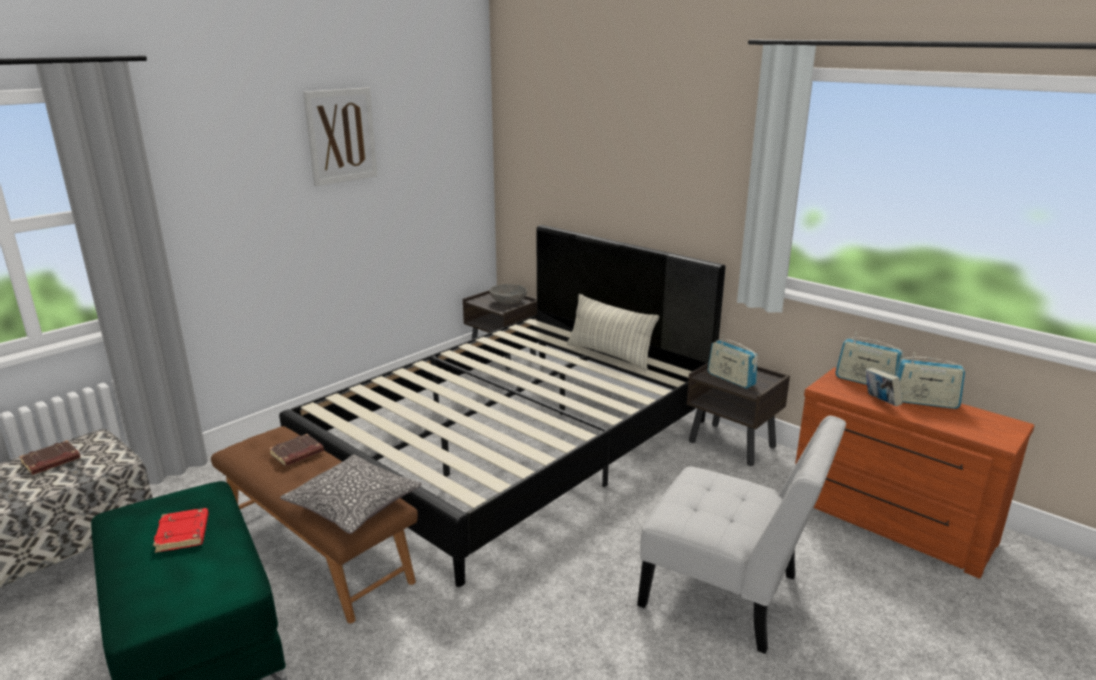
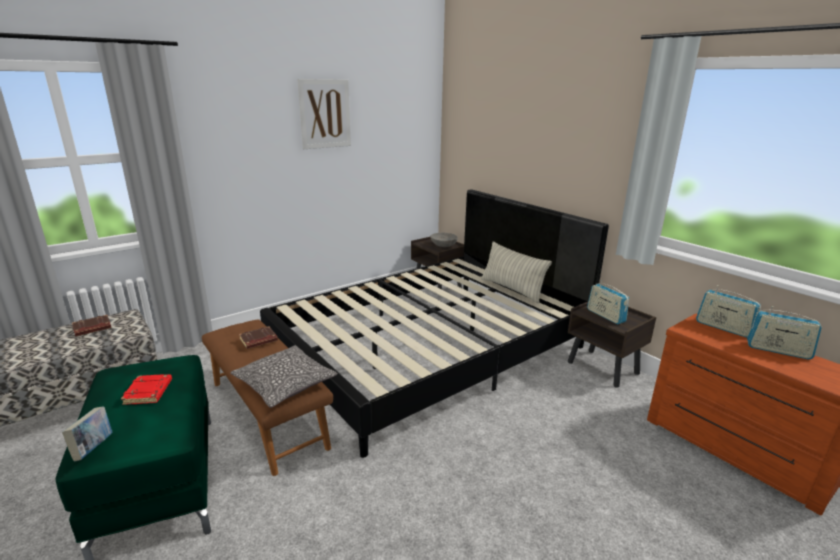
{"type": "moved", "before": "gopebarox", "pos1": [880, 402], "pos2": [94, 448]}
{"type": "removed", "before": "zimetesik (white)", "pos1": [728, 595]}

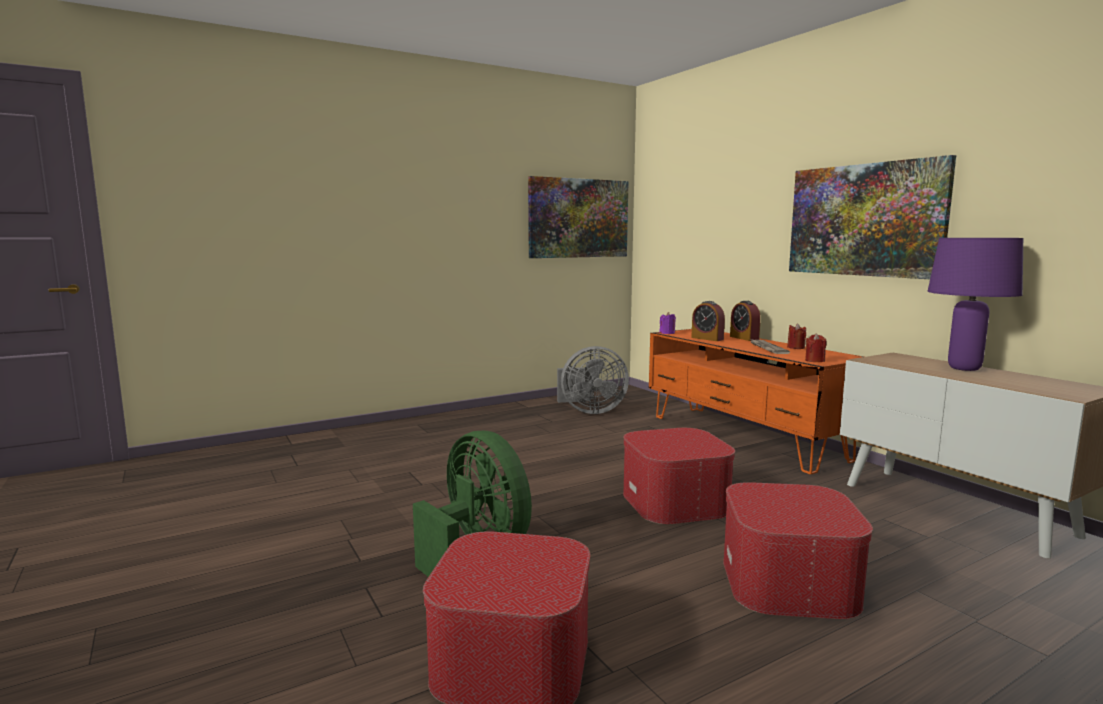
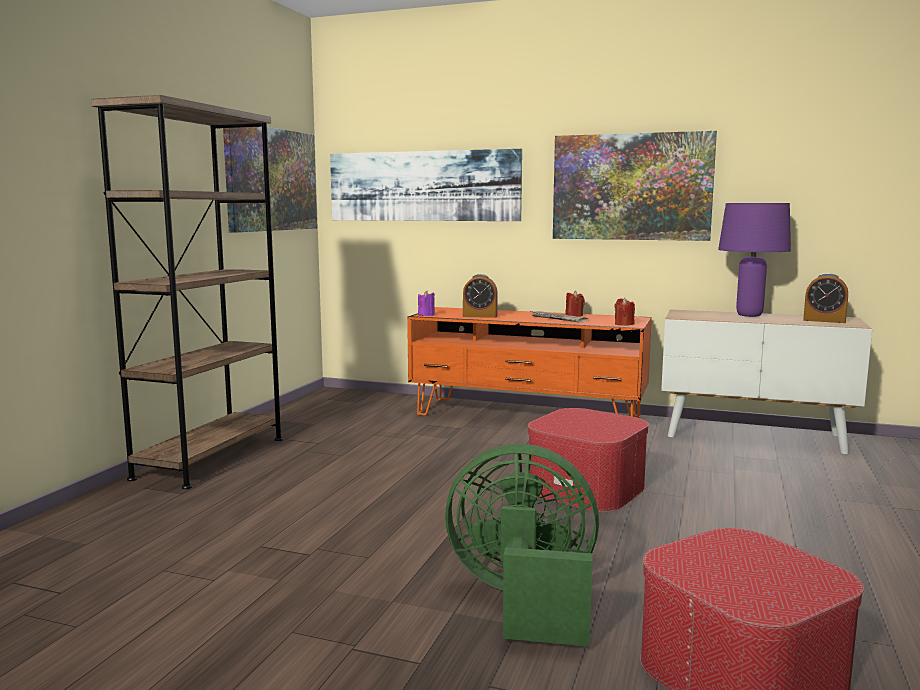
{"type": "added", "after": "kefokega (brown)", "pos2": [211, 458]}
{"type": "added", "after": "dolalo", "pos2": [423, 186]}
{"type": "moved", "before": "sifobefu", "pos1": [744, 338], "pos2": [824, 320]}
{"type": "removed", "before": "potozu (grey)", "pos1": [590, 411]}
{"type": "removed", "before": "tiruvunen", "pos1": [789, 582]}

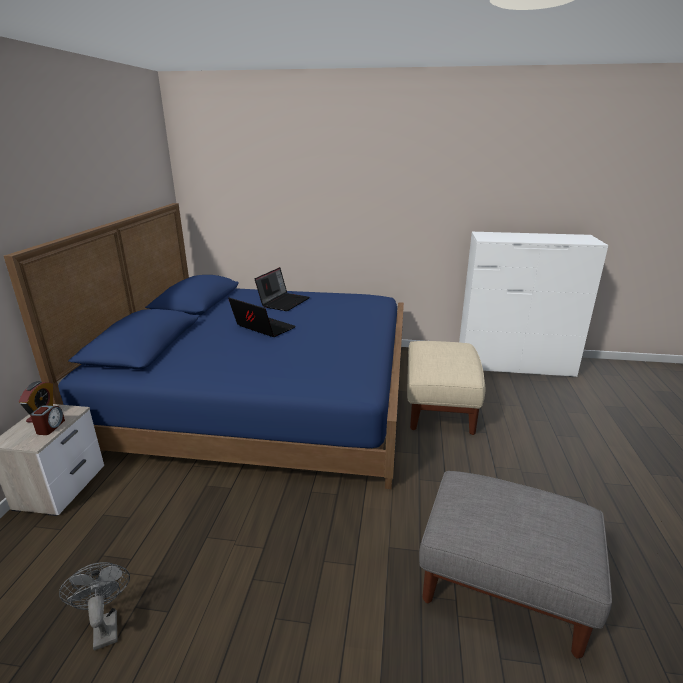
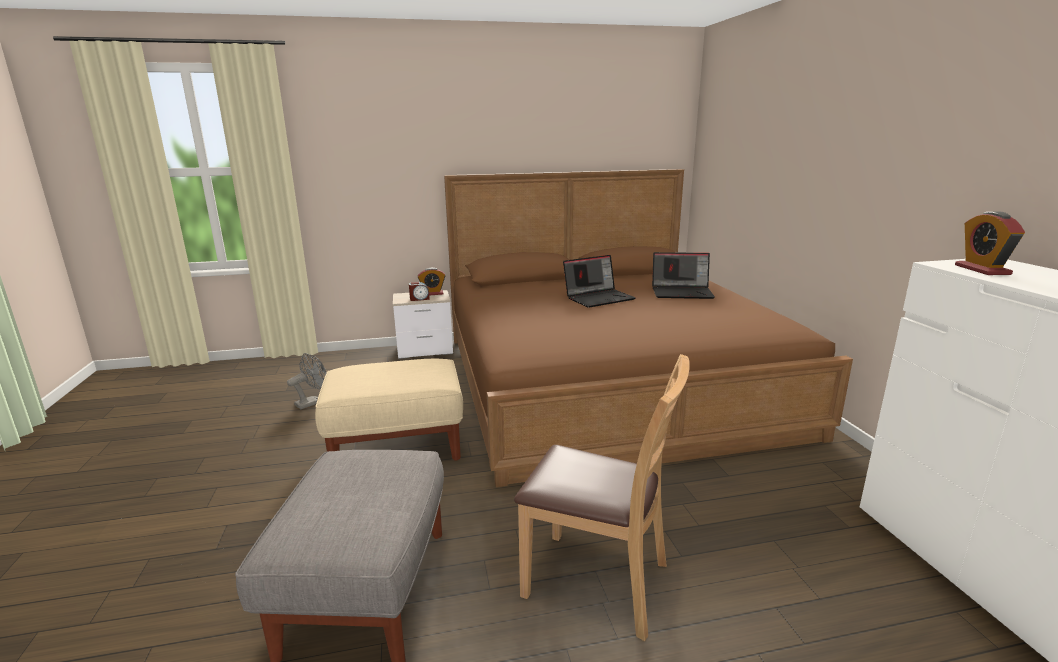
{"type": "moved", "before": "tiruvunen (beige)", "pos1": [439, 407], "pos2": [398, 446]}
{"type": "recoloured", "before": "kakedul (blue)", "after": "kakedul (brown)", "pos1": [264, 395], "pos2": [606, 381]}
{"type": "added", "after": "zimetesik (brown)", "pos2": [597, 581]}
{"type": "turned", "before": "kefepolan", "pos1": [262, 328], "pos2": [599, 298], "turn": 45}
{"type": "added", "after": "sifobefu", "pos2": [982, 270]}

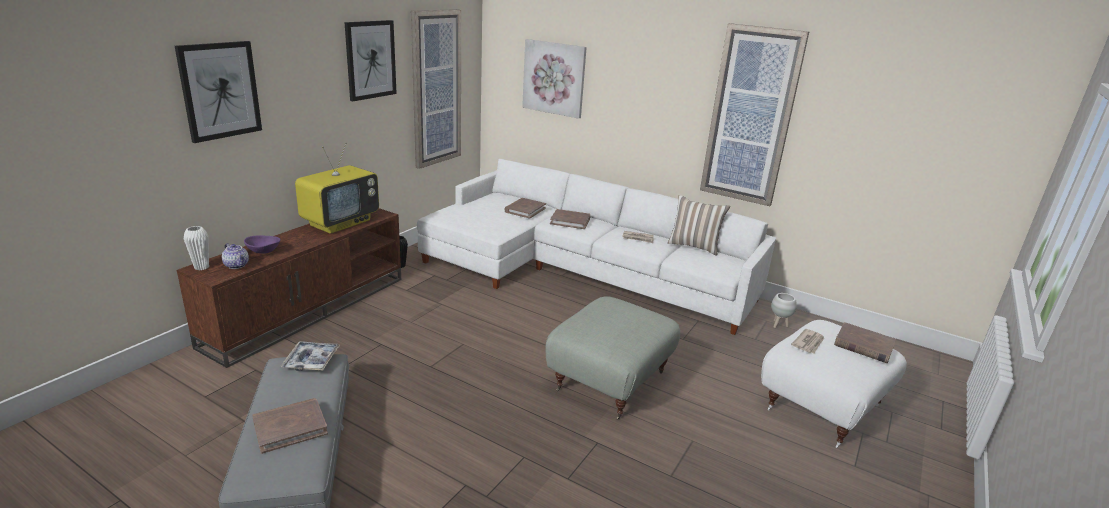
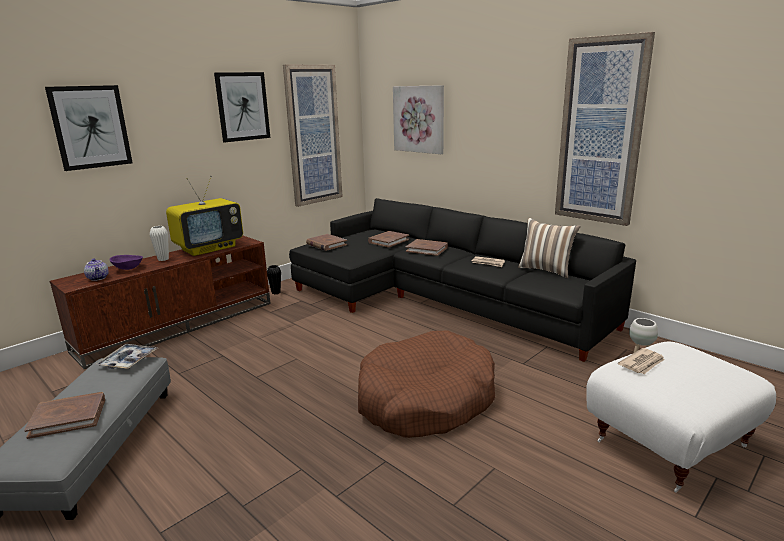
{"type": "moved", "before": "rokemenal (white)", "pos1": [201, 267], "pos2": [163, 259]}
{"type": "recoloured", "before": "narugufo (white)", "after": "narugufo (black)", "pos1": [577, 270], "pos2": [438, 298]}
{"type": "moved", "before": "gopebarox (brown)", "pos1": [863, 345], "pos2": [326, 244]}
{"type": "replaced", "before": "tiruvunen (grey)", "after": "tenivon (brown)", "pos1": [609, 380], "pos2": [425, 399]}

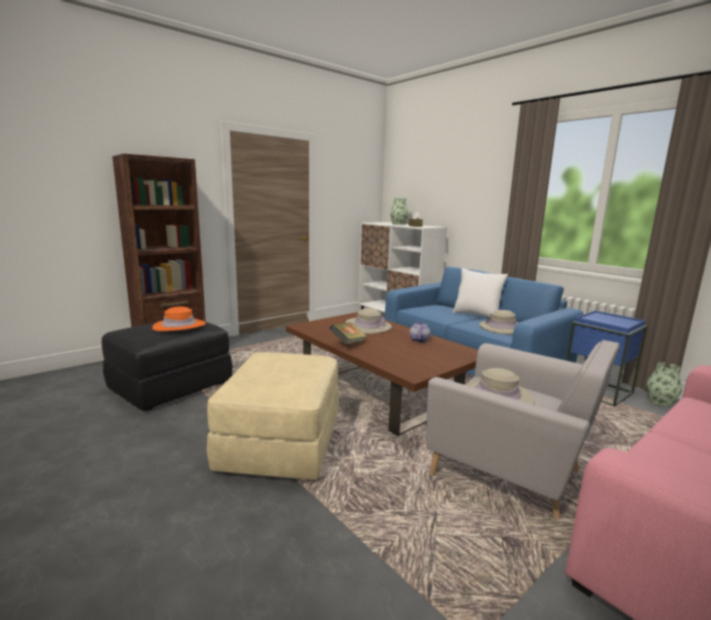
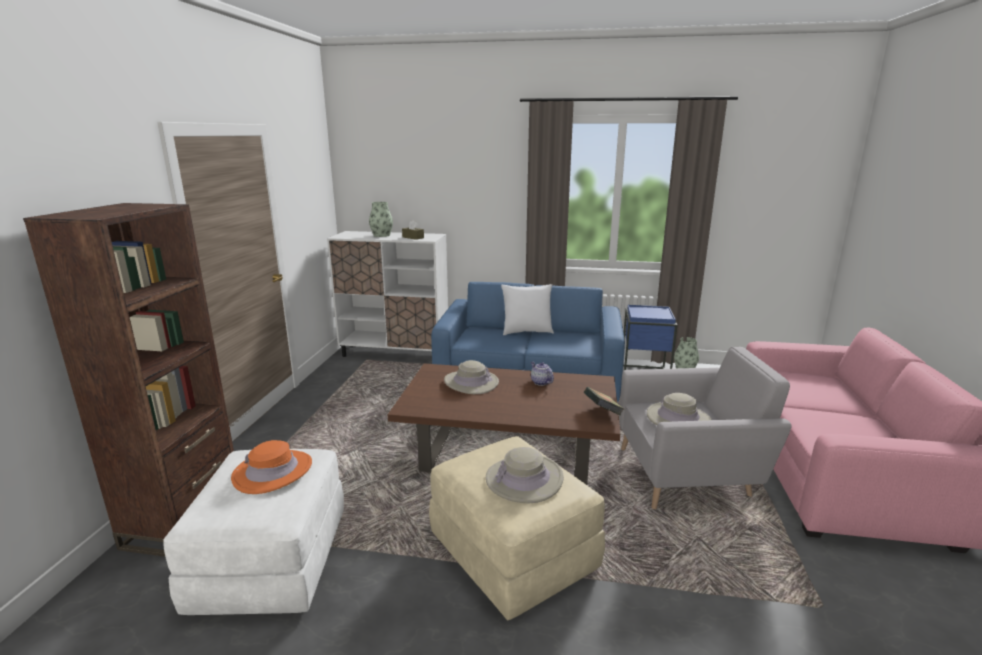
{"type": "recoloured", "before": "tiruvunen (black)", "after": "tiruvunen (white)", "pos1": [171, 386], "pos2": [271, 560]}
{"type": "moved", "before": "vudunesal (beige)", "pos1": [502, 328], "pos2": [524, 479]}
{"type": "moved", "before": "gopebarox", "pos1": [348, 344], "pos2": [602, 412]}

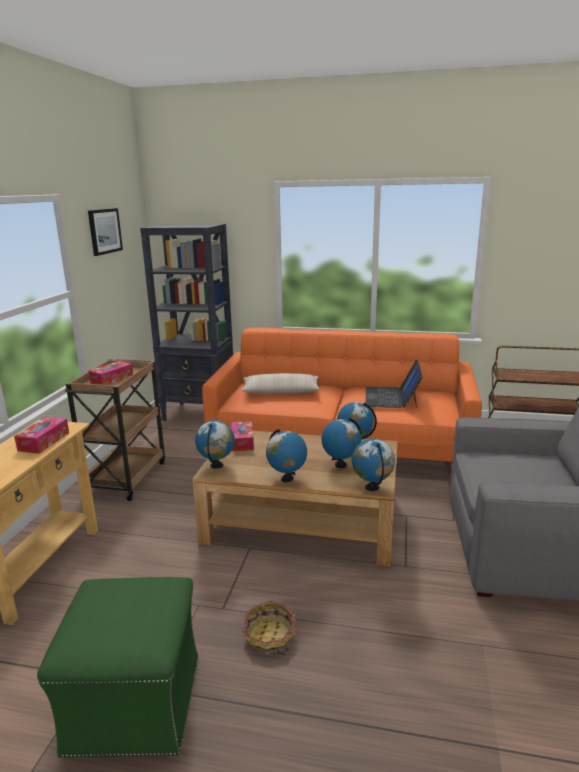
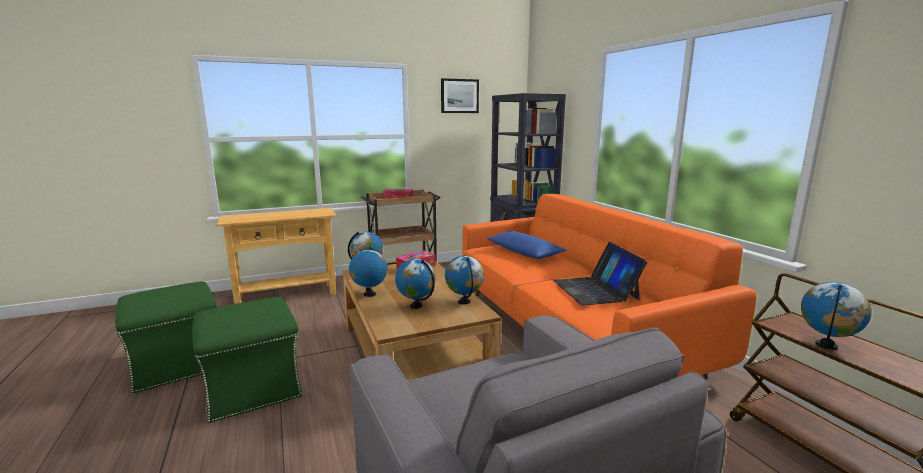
{"type": "replaced", "before": "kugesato", "after": "tiruvunen (green)", "pos1": [269, 636], "pos2": [254, 388]}
{"type": "recoloured", "before": "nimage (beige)", "after": "nimage (blue)", "pos1": [280, 391], "pos2": [524, 252]}
{"type": "turned", "before": "kefepolan", "pos1": [391, 397], "pos2": [595, 290], "turn": -75}
{"type": "moved", "before": "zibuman", "pos1": [372, 488], "pos2": [826, 345]}
{"type": "removed", "before": "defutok", "pos1": [44, 441]}

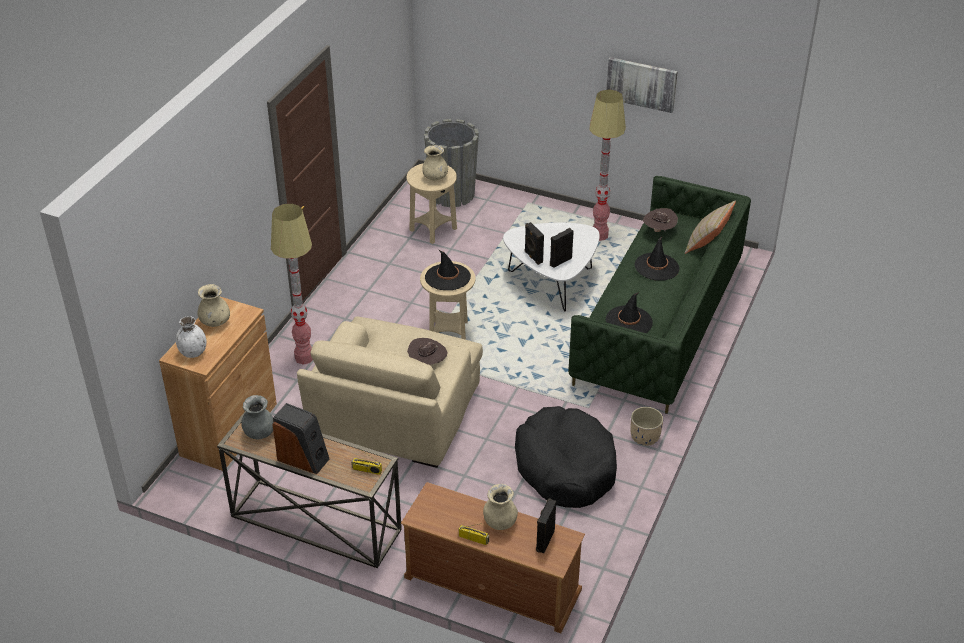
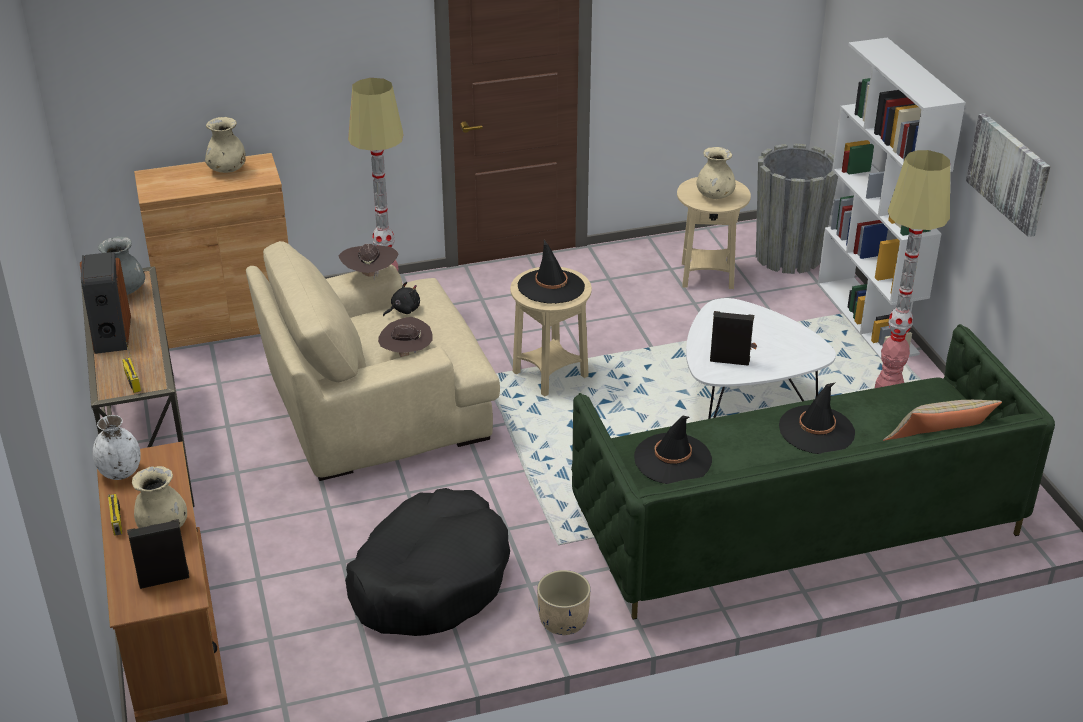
{"type": "moved", "before": "rokemenal (white)", "pos1": [193, 353], "pos2": [120, 472]}
{"type": "moved", "before": "vudunesal (brown)", "pos1": [658, 231], "pos2": [370, 276]}
{"type": "added", "after": "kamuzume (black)", "pos2": [403, 310]}
{"type": "added", "after": "kefokega (white)", "pos2": [867, 318]}
{"type": "removed", "before": "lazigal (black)", "pos1": [533, 257]}

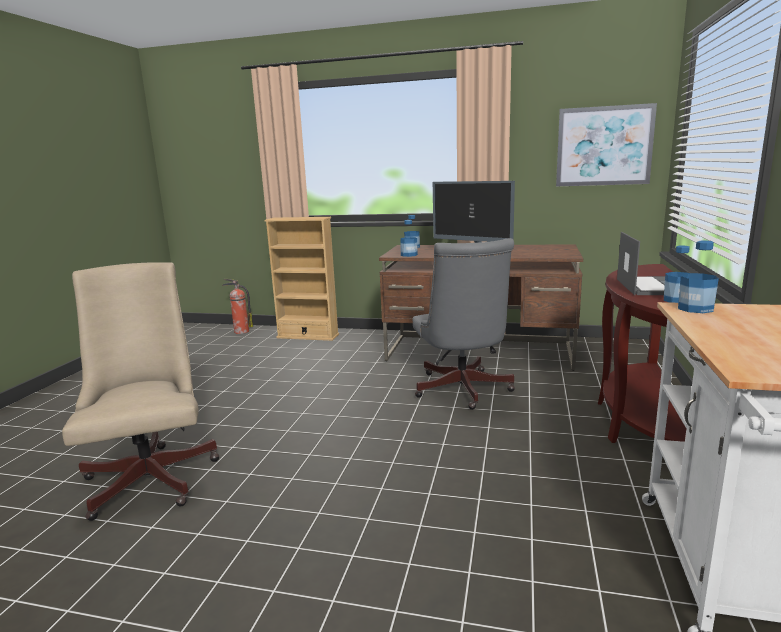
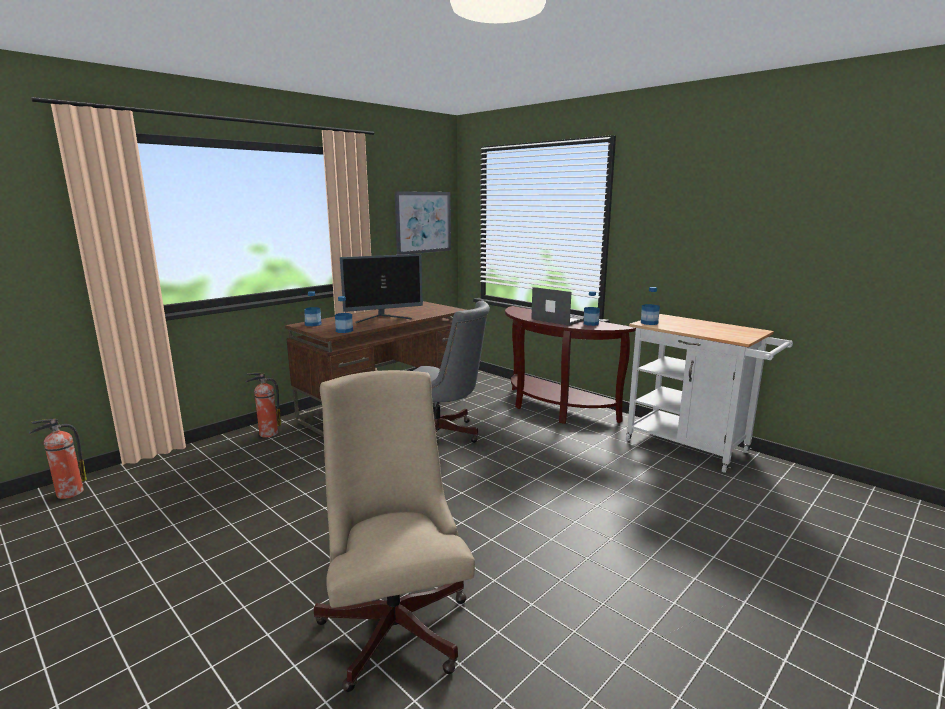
{"type": "added", "after": "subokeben", "pos2": [267, 434]}
{"type": "turned", "before": "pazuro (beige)", "pos1": [153, 474], "pos2": [395, 620], "turn": 60}
{"type": "removed", "before": "kefokega (beige)", "pos1": [308, 336]}

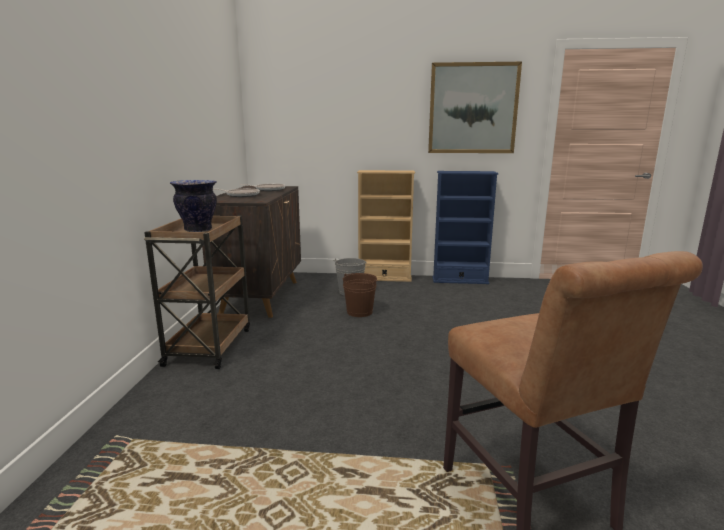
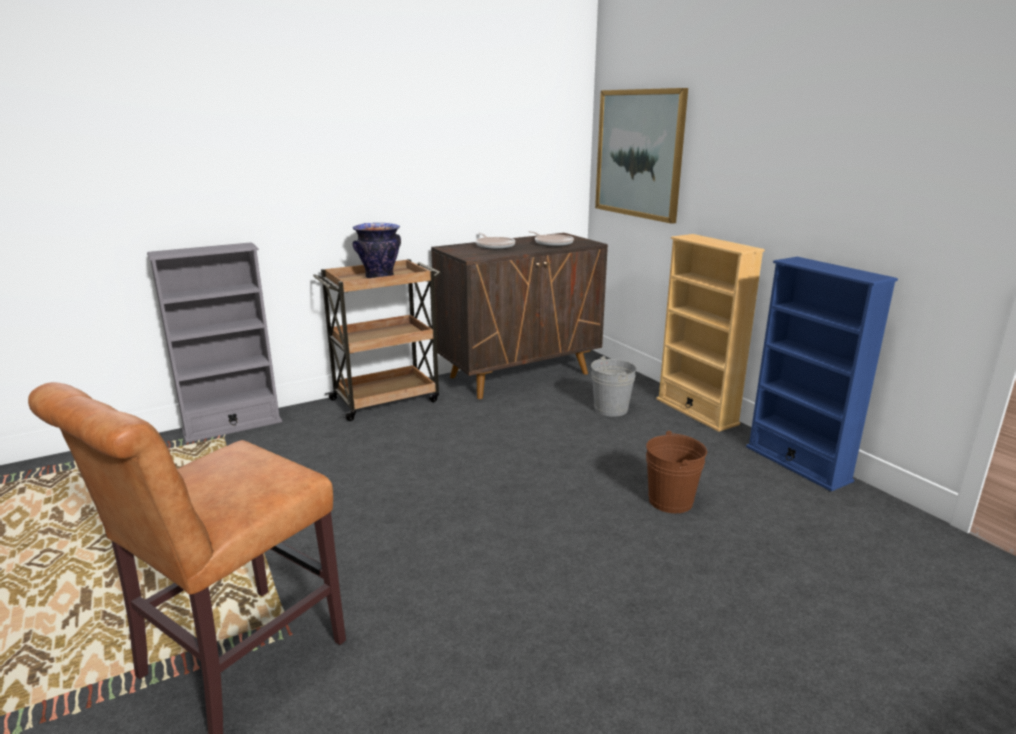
{"type": "added", "after": "kefokega (grey)", "pos2": [232, 426]}
{"type": "moved", "before": "dolalo", "pos1": [473, 108], "pos2": [639, 154]}
{"type": "moved", "before": "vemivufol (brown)", "pos1": [359, 312], "pos2": [670, 501]}

